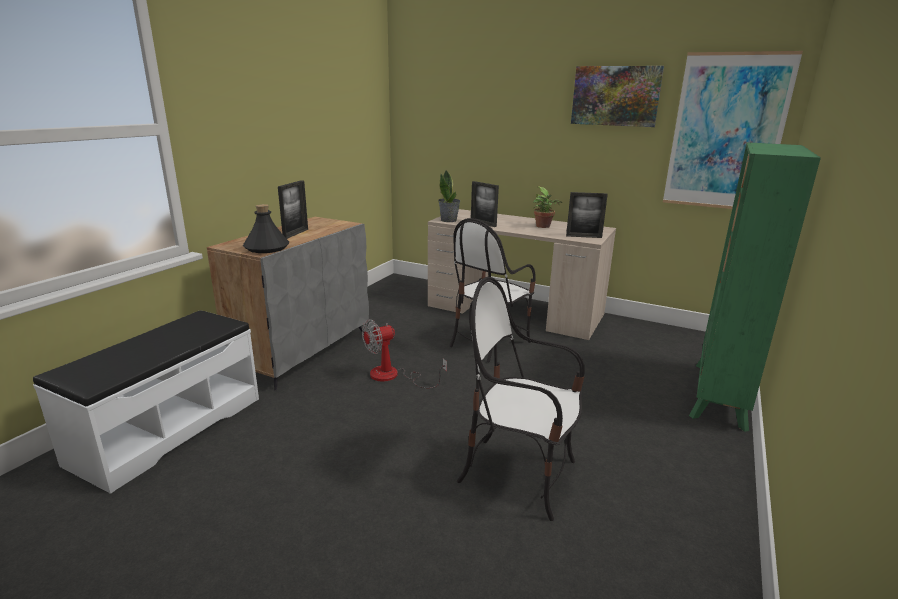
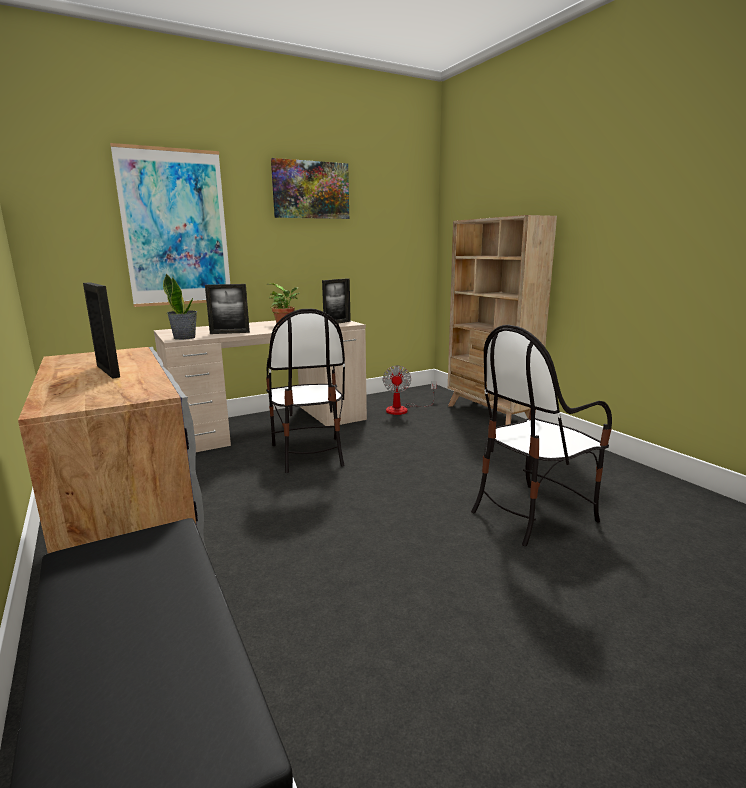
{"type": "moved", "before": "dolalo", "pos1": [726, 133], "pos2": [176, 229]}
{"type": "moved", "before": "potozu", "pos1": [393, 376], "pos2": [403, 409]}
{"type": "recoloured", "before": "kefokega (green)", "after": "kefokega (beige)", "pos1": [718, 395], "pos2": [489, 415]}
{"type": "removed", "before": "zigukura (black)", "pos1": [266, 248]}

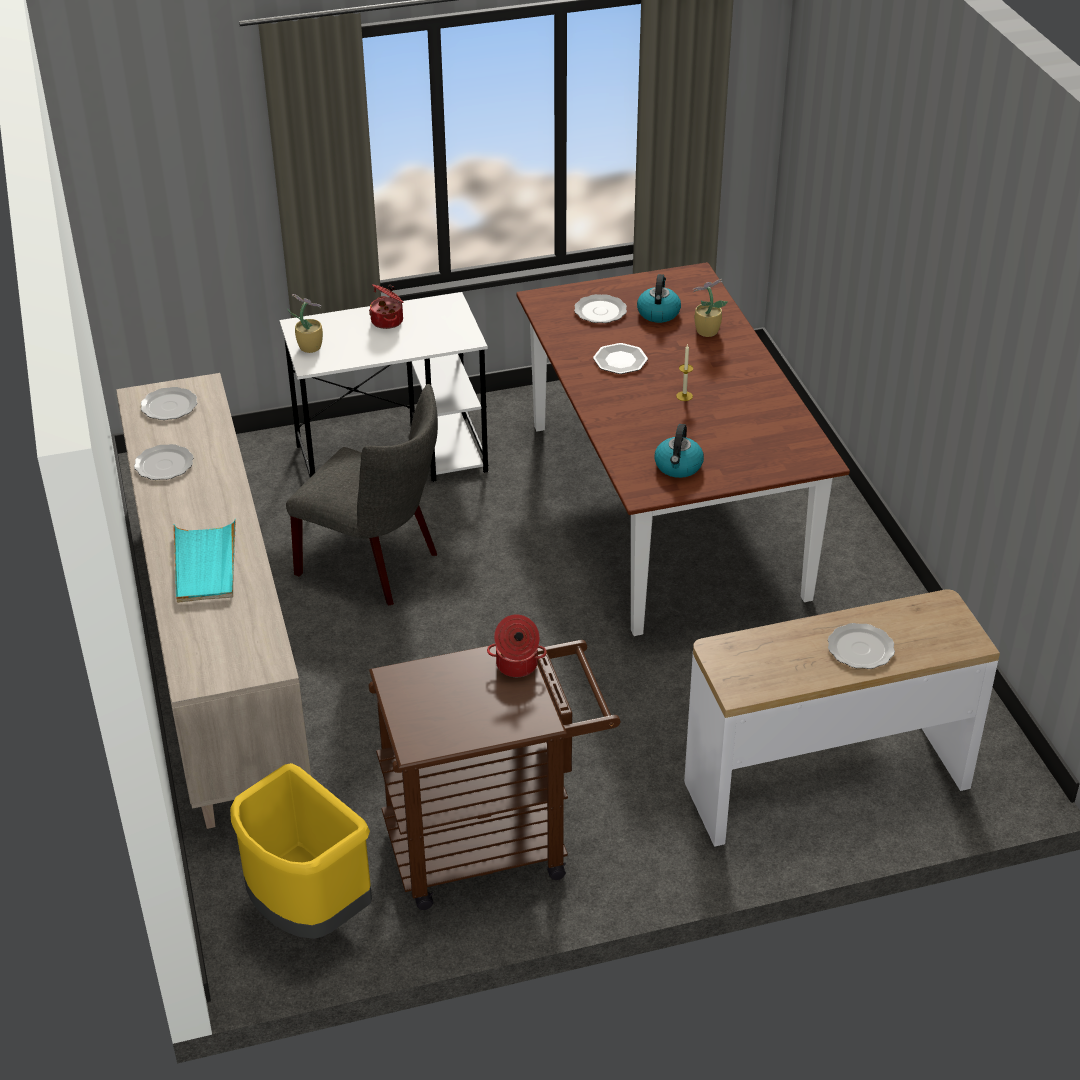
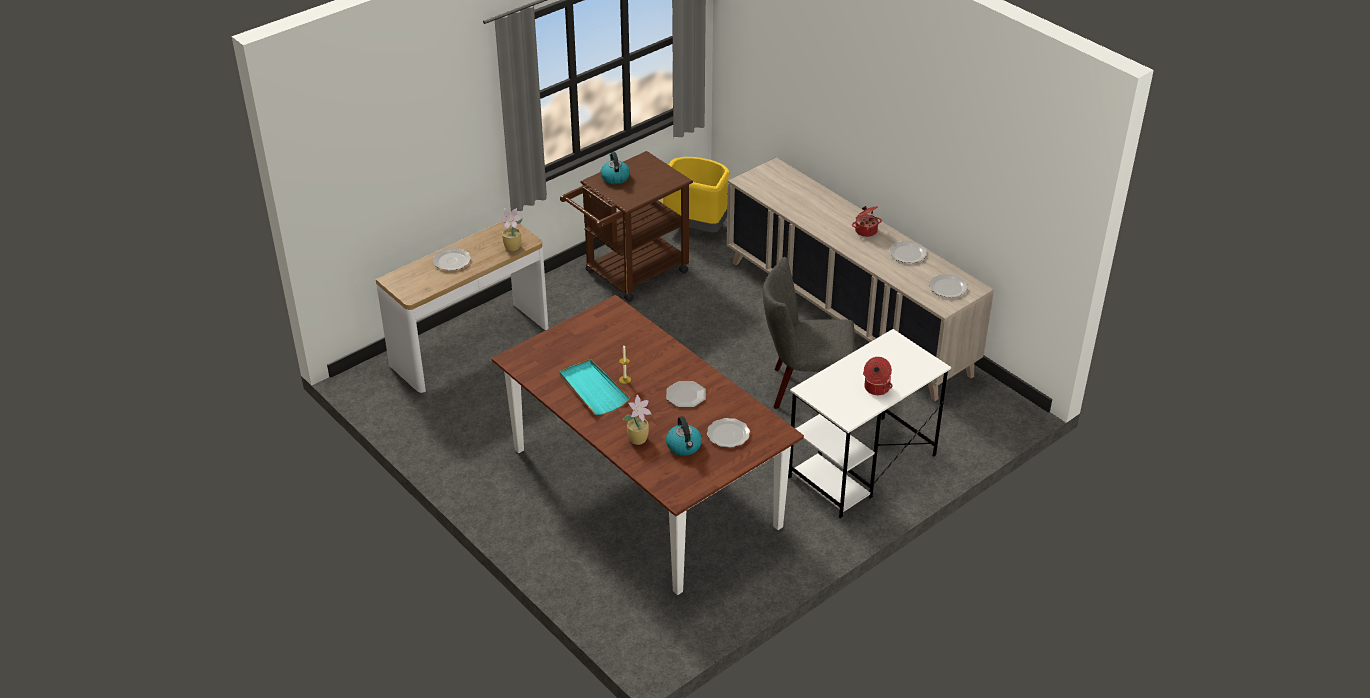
{"type": "moved", "before": "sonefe", "pos1": [309, 347], "pos2": [513, 247]}
{"type": "moved", "before": "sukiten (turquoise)", "pos1": [205, 565], "pos2": [593, 389]}
{"type": "moved", "before": "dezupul", "pos1": [678, 467], "pos2": [615, 177]}
{"type": "moved", "before": "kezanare", "pos1": [516, 665], "pos2": [865, 230]}

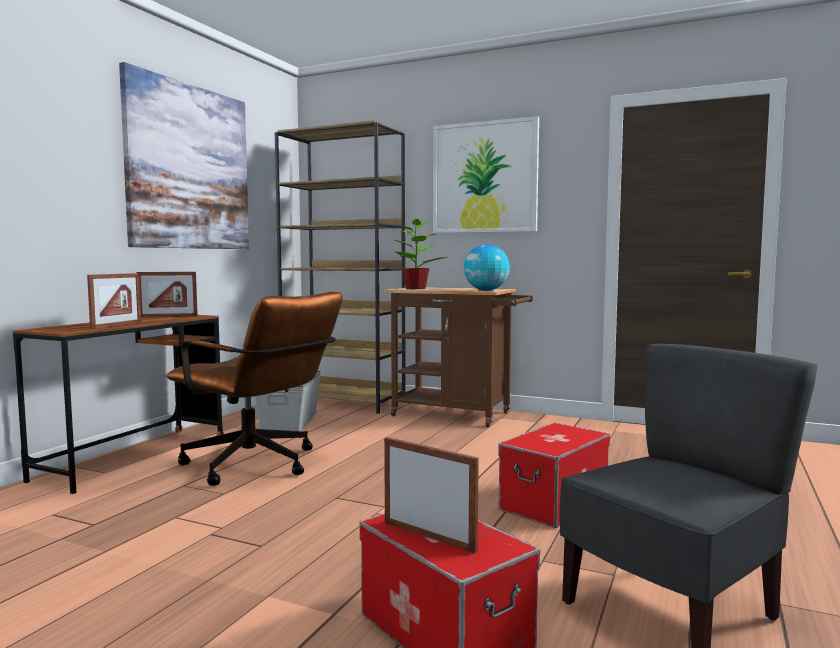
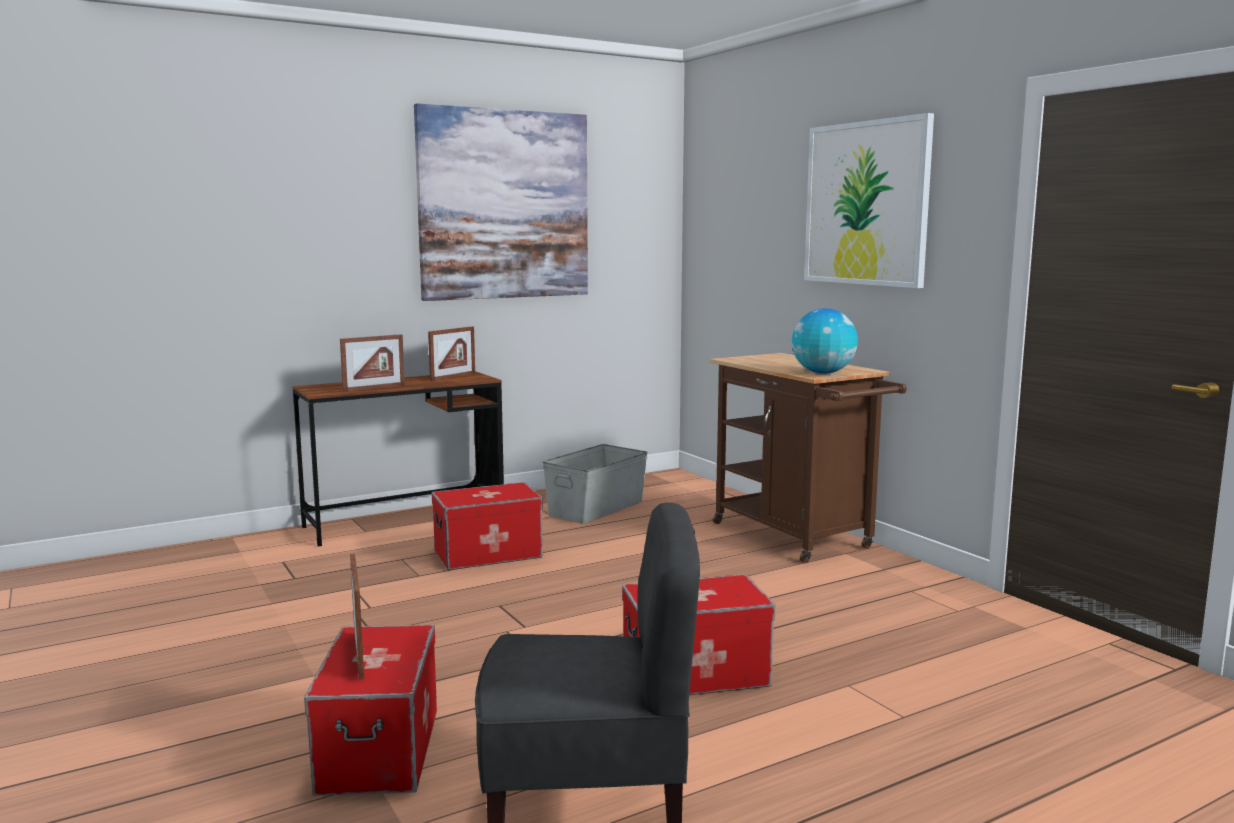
{"type": "turned", "before": "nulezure", "pos1": [168, 316], "pos2": [453, 377], "turn": -75}
{"type": "replaced", "before": "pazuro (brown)", "after": "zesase", "pos1": [259, 466], "pos2": [488, 554]}
{"type": "removed", "before": "kefokega (brown)", "pos1": [344, 401]}
{"type": "removed", "before": "sonefe", "pos1": [416, 288]}

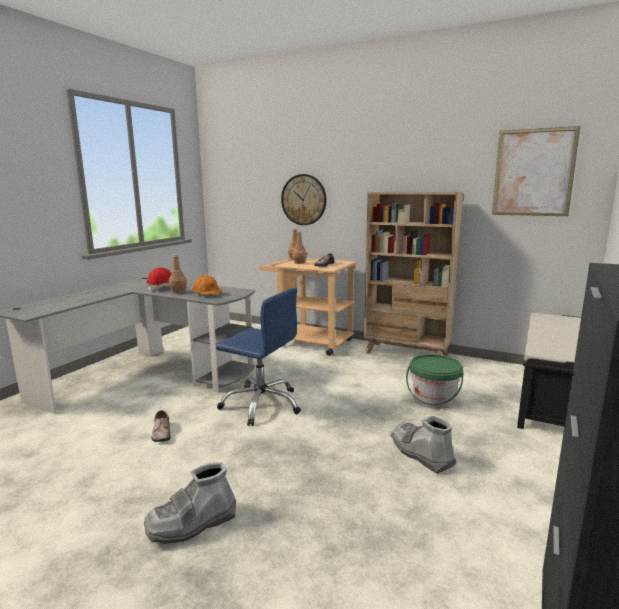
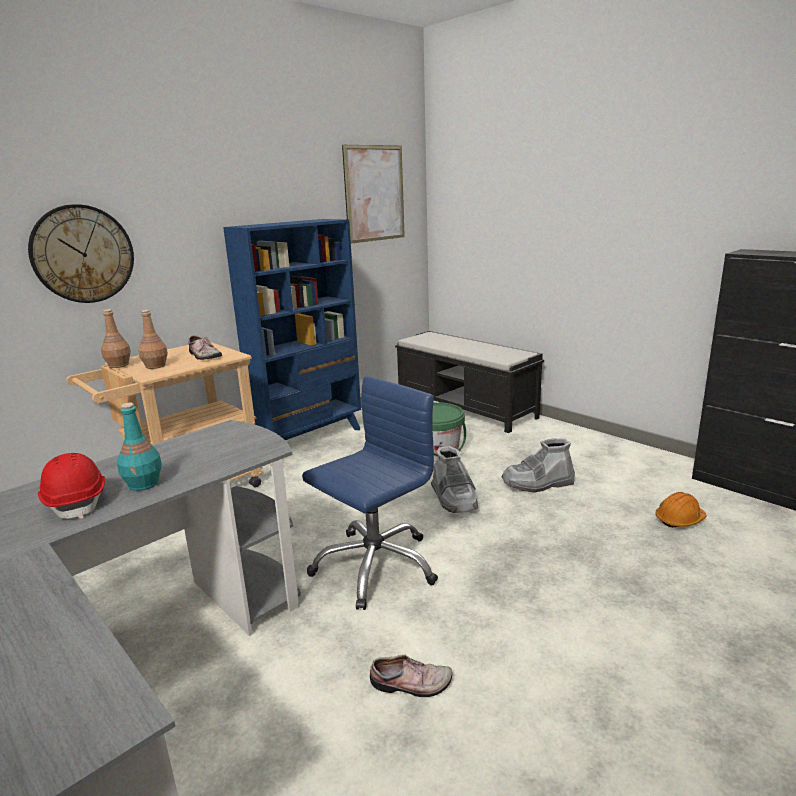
{"type": "recoloured", "before": "zigukura (brown)", "after": "zigukura (turquoise)", "pos1": [178, 291], "pos2": [144, 484]}
{"type": "recoloured", "before": "kefokega (beige)", "after": "kefokega (blue)", "pos1": [406, 354], "pos2": [310, 438]}
{"type": "moved", "before": "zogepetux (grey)", "pos1": [192, 523], "pos2": [454, 499]}
{"type": "moved", "before": "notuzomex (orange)", "pos1": [207, 294], "pos2": [679, 519]}

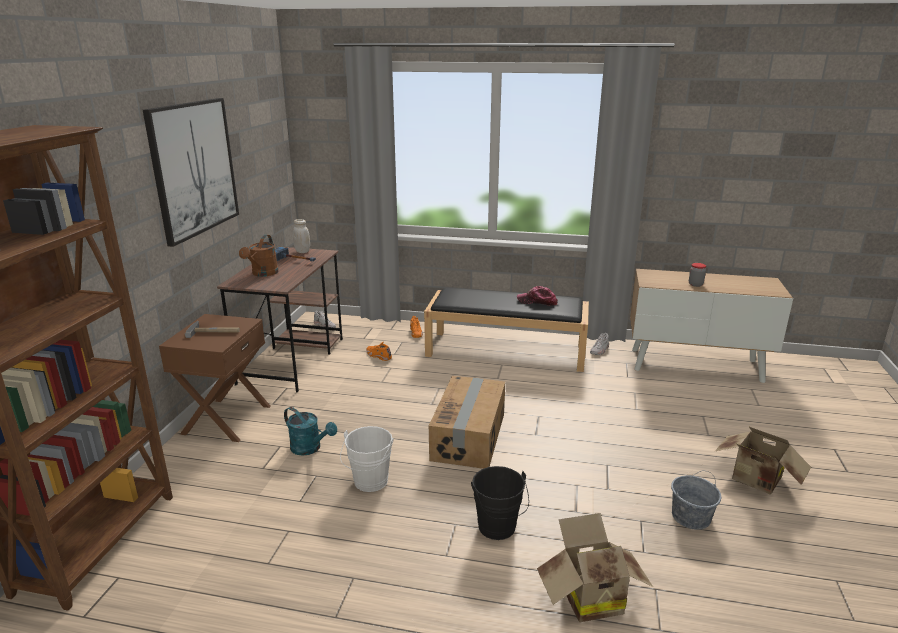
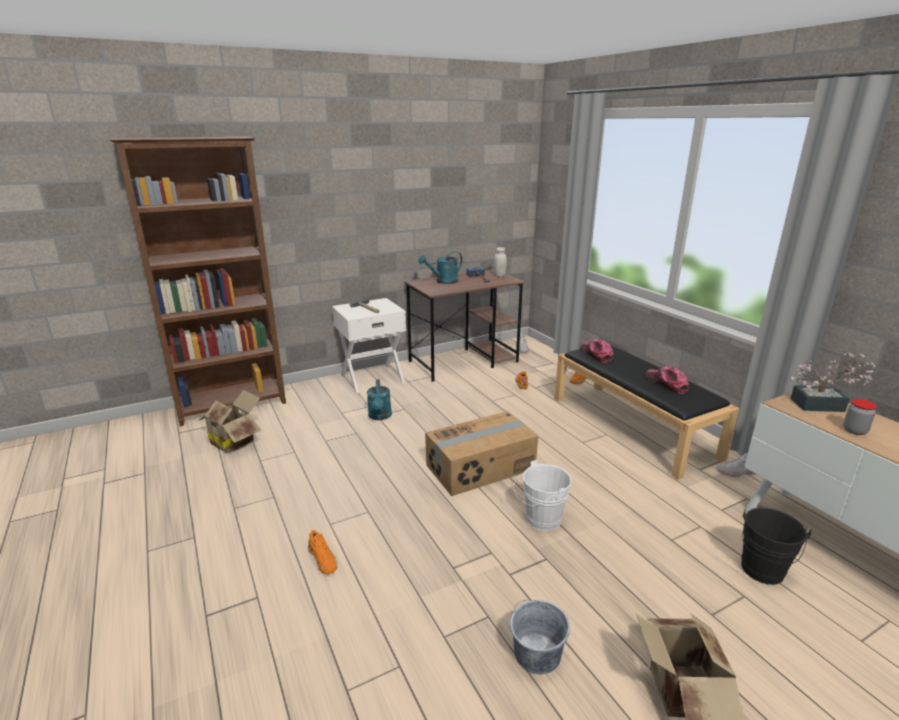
{"type": "moved", "before": "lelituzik", "pos1": [587, 597], "pos2": [234, 441]}
{"type": "added", "after": "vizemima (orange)", "pos2": [323, 559]}
{"type": "recoloured", "before": "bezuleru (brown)", "after": "bezuleru (white)", "pos1": [225, 419], "pos2": [372, 378]}
{"type": "recoloured", "before": "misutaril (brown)", "after": "misutaril (turquoise)", "pos1": [263, 274], "pos2": [443, 281]}
{"type": "moved", "before": "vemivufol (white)", "pos1": [369, 483], "pos2": [539, 520]}
{"type": "added", "after": "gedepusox", "pos2": [596, 354]}
{"type": "moved", "before": "vemivufol (black)", "pos1": [498, 530], "pos2": [761, 573]}
{"type": "added", "after": "sonefe", "pos2": [823, 405]}
{"type": "removed", "before": "dolalo", "pos1": [194, 168]}

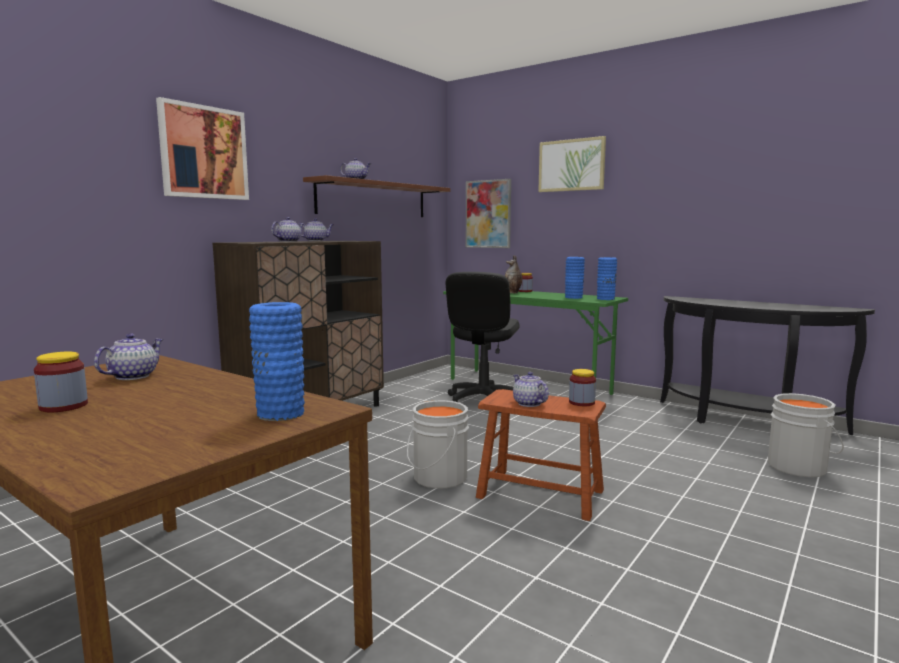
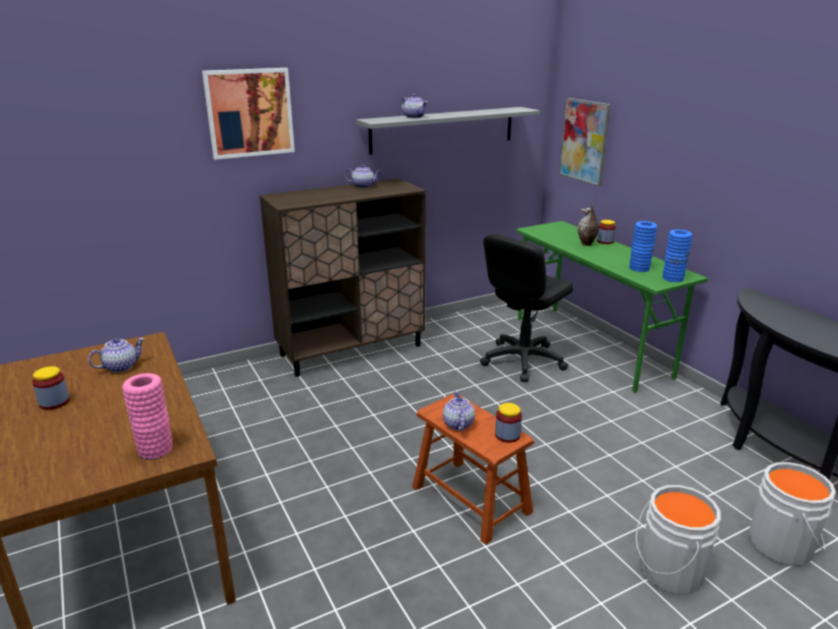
{"type": "recoloured", "before": "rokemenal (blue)", "after": "rokemenal (pink)", "pos1": [280, 413], "pos2": [155, 449]}
{"type": "recoloured", "before": "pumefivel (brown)", "after": "pumefivel (grey)", "pos1": [373, 199], "pos2": [443, 129]}
{"type": "moved", "before": "vemivufol (grey)", "pos1": [437, 478], "pos2": [667, 570]}
{"type": "removed", "before": "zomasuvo", "pos1": [288, 241]}
{"type": "removed", "before": "dolalo", "pos1": [571, 165]}

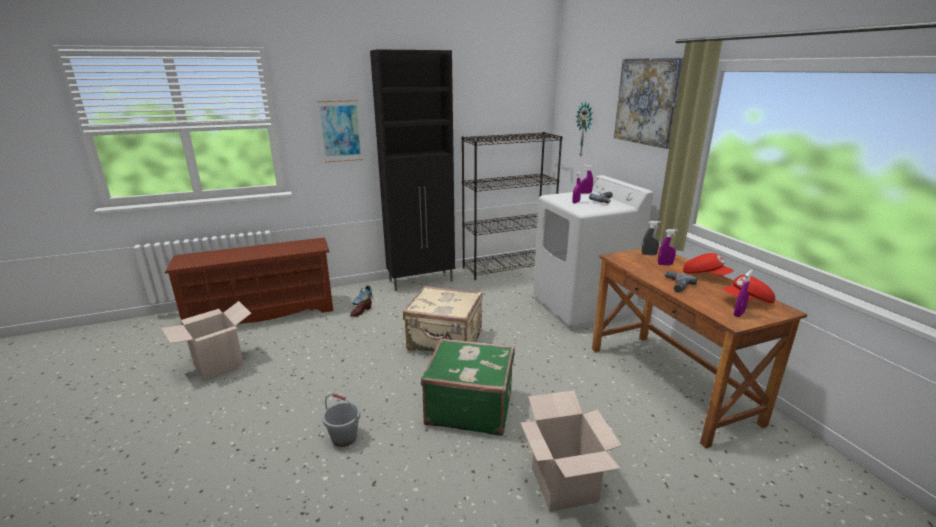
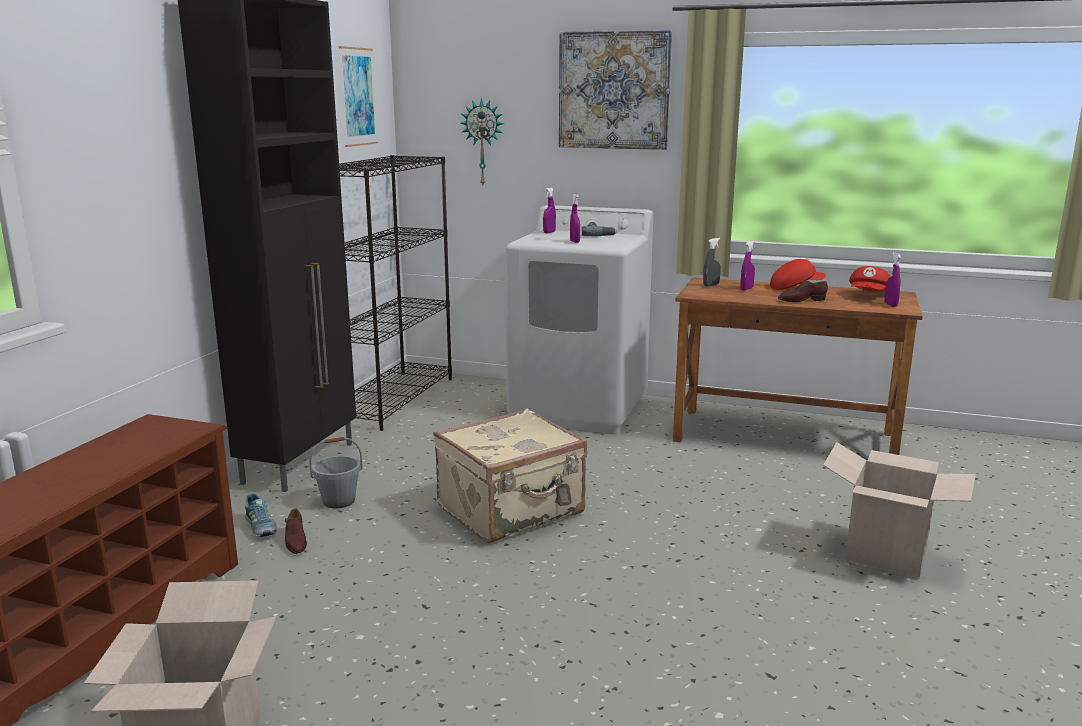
{"type": "moved", "before": "vemivufol (grey)", "pos1": [344, 438], "pos2": [338, 501]}
{"type": "moved", "before": "dolalo", "pos1": [340, 131], "pos2": [358, 97]}
{"type": "replaced", "before": "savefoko", "after": "vizemima (brown)", "pos1": [675, 285], "pos2": [801, 300]}
{"type": "removed", "before": "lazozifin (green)", "pos1": [469, 406]}

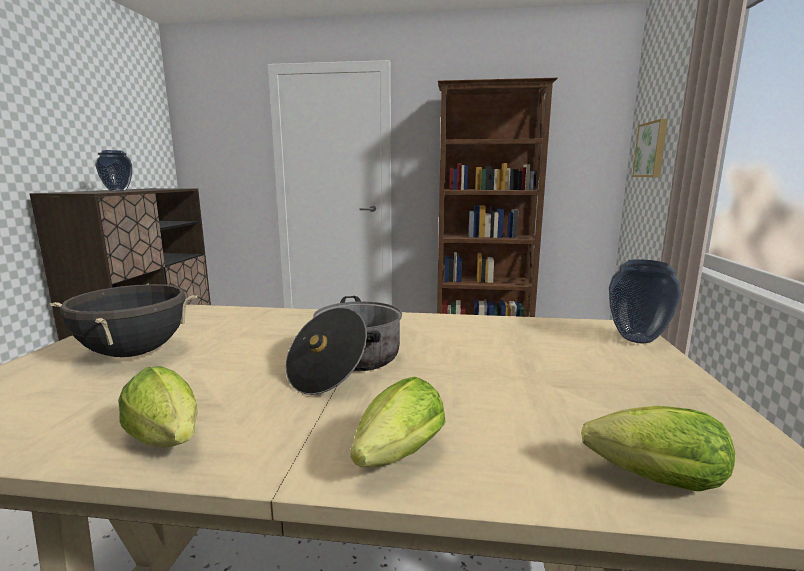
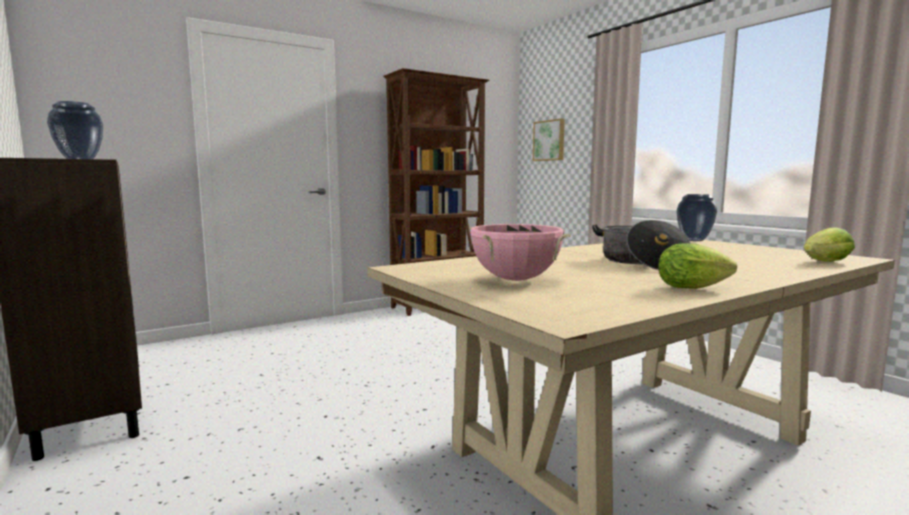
{"type": "recoloured", "before": "kezanare (black)", "after": "kezanare (pink)", "pos1": [134, 353], "pos2": [515, 279]}
{"type": "removed", "before": "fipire", "pos1": [395, 459]}

